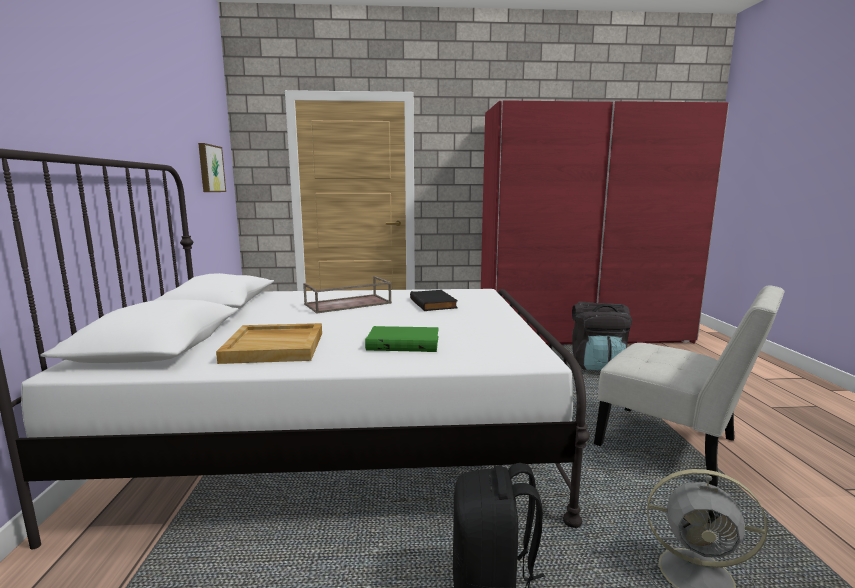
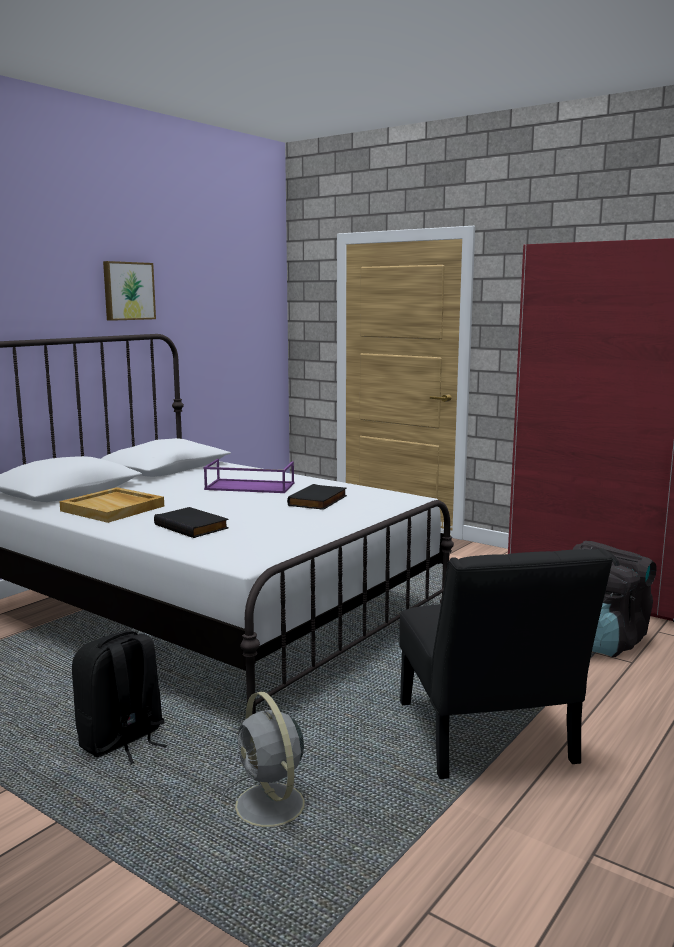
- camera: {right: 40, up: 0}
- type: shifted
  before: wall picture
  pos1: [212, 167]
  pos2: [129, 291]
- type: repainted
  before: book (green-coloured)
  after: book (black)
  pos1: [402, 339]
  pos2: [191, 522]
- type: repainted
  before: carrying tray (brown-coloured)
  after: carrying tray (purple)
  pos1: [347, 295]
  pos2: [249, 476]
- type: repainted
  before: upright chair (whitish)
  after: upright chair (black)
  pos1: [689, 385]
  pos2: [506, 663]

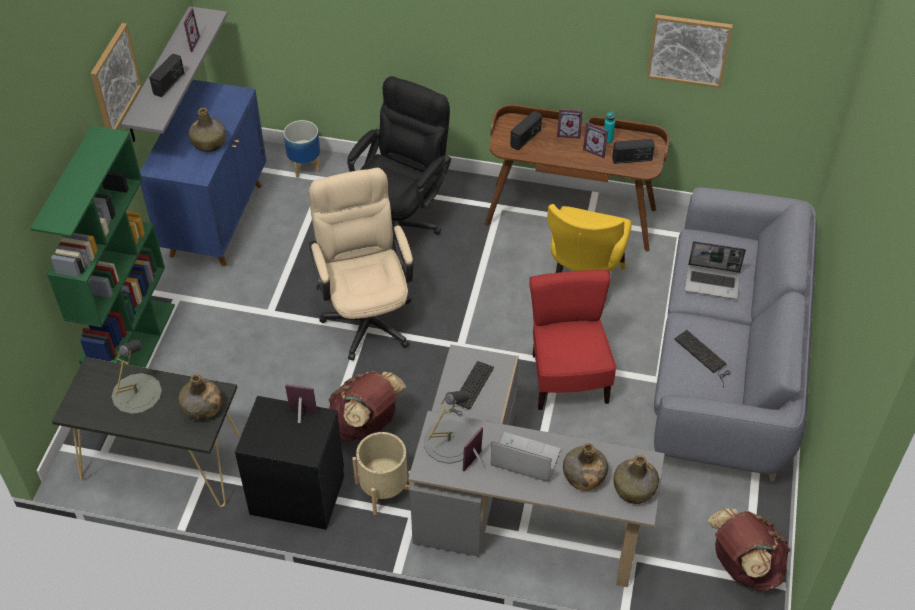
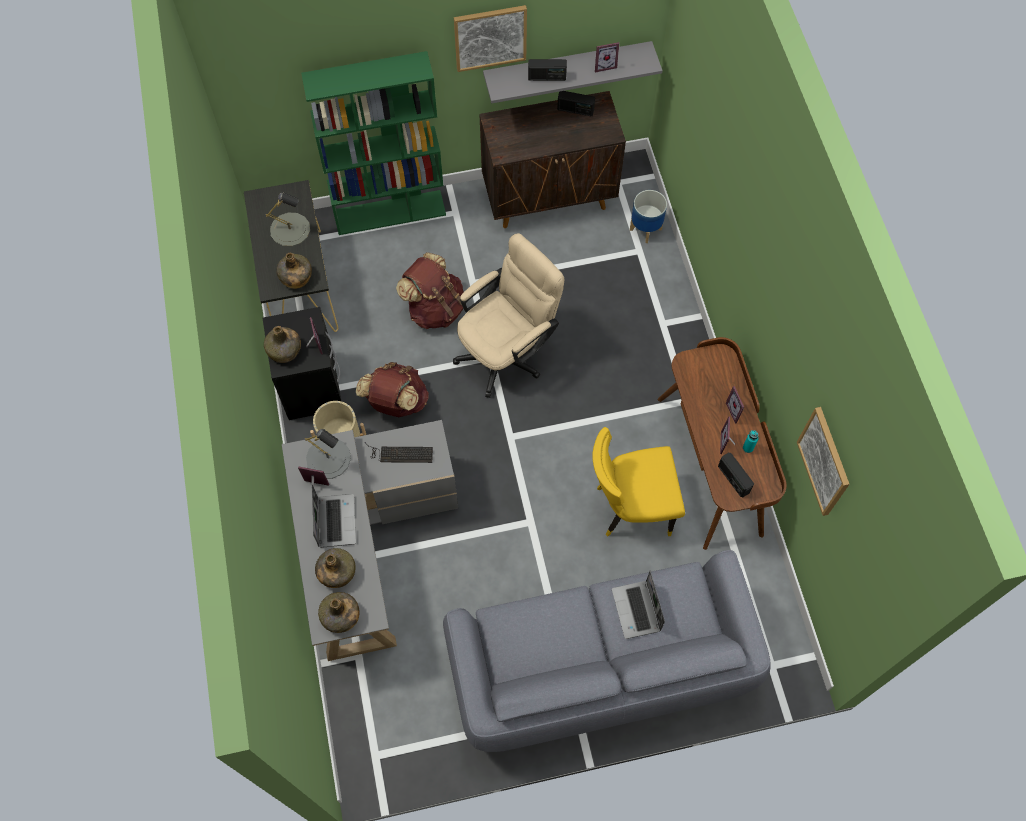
- camera: {right: 65, up: 15}
- type: shifted
  before: beverage bottle (green-coloured)
  pos1: [207, 130]
  pos2: [282, 344]
- type: shifted
  before: rucksack (brown-coloured)
  pos1: [749, 549]
  pos2: [430, 291]
- type: repainted
  before: storage cabinet (blue)
  after: storage cabinet (brown-coloured)
  pos1: [203, 173]
  pos2: [552, 159]
- type: shifted
  before: radio set
  pos1: [526, 130]
  pos2: [576, 103]
- type: gone
  before: office chair (black)
  pos1: [399, 165]
- type: gone
  before: upright chair (red)
  pos1: [572, 340]
- type: gone
  before: keyboard
  pos1: [702, 359]

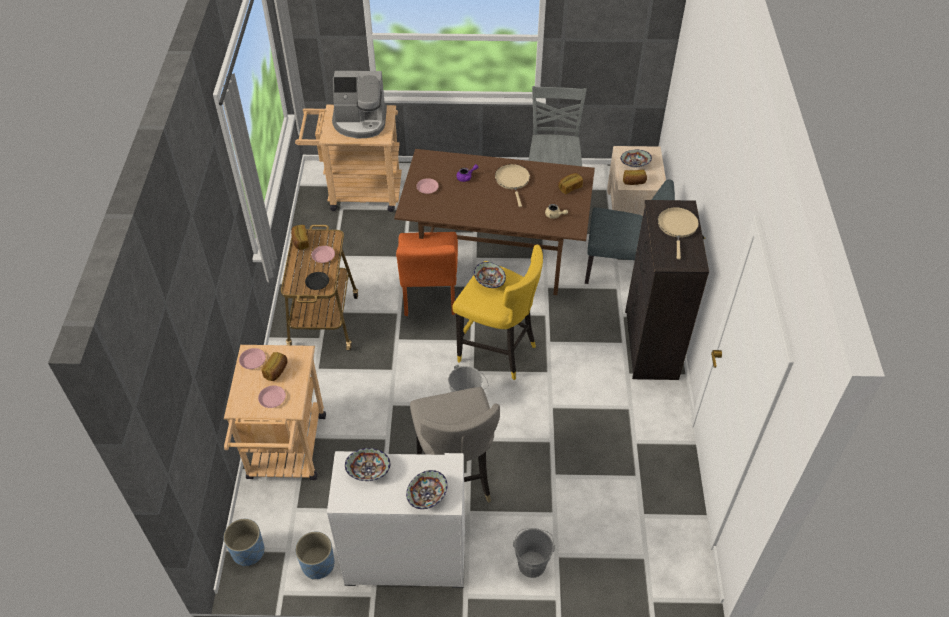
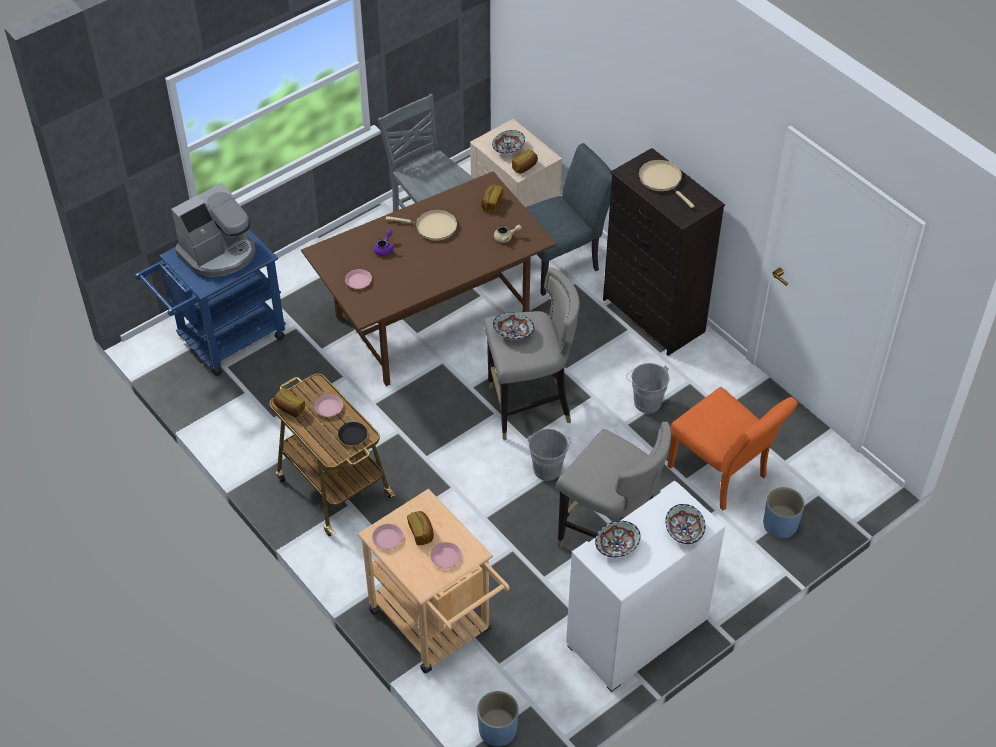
- camera: {right: -40, up: 0}
- type: repainted
  before: wheeled cart (sand-coloured)
  after: wheeled cart (blue)
  pos1: [348, 158]
  pos2: [210, 302]
- type: rotated
  before: frying pan (sand-coloured)
  pos1: [512, 185]
  pos2: [421, 225]
  turn: 150
- type: repainted
  before: stool seat (yellow)
  after: stool seat (gray)
  pos1: [497, 312]
  pos2: [532, 353]
- type: shifted
  before: water bucket (gray)
  pos1: [534, 553]
  pos2: [648, 388]
- type: shifted
  before: upright chair (orange-coloured)
  pos1: [427, 274]
  pos2: [733, 448]
- type: shifted
  before: plant pot (blue)
  pos1: [314, 556]
  pos2: [783, 512]

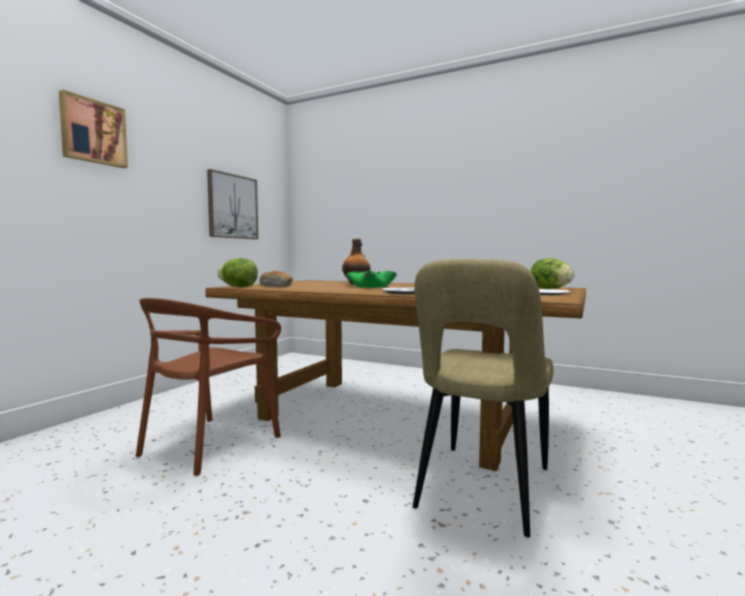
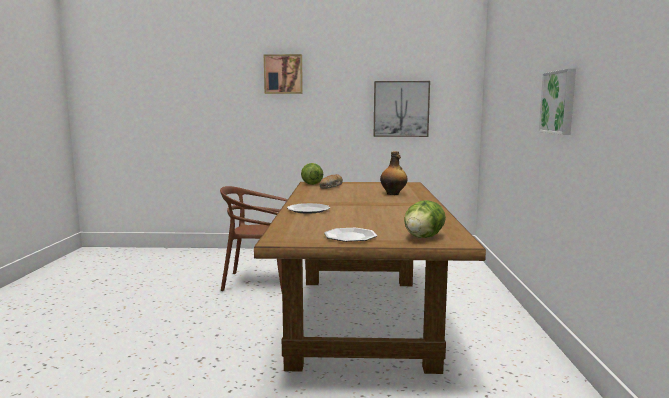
- camera: {right: 65, up: 5}
- type: new
  after: wall picture
  pos2: [557, 102]
- type: gone
  before: bowl (green-coloured)
  pos1: [371, 279]
- type: gone
  before: upright chair (sand-coloured)
  pos1: [483, 398]

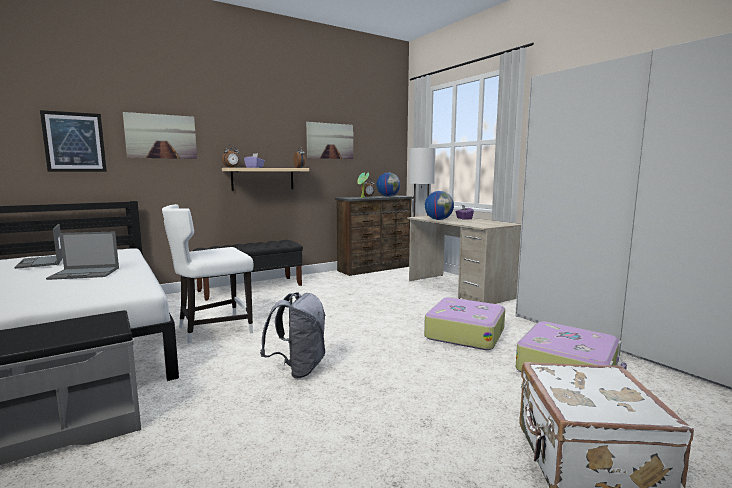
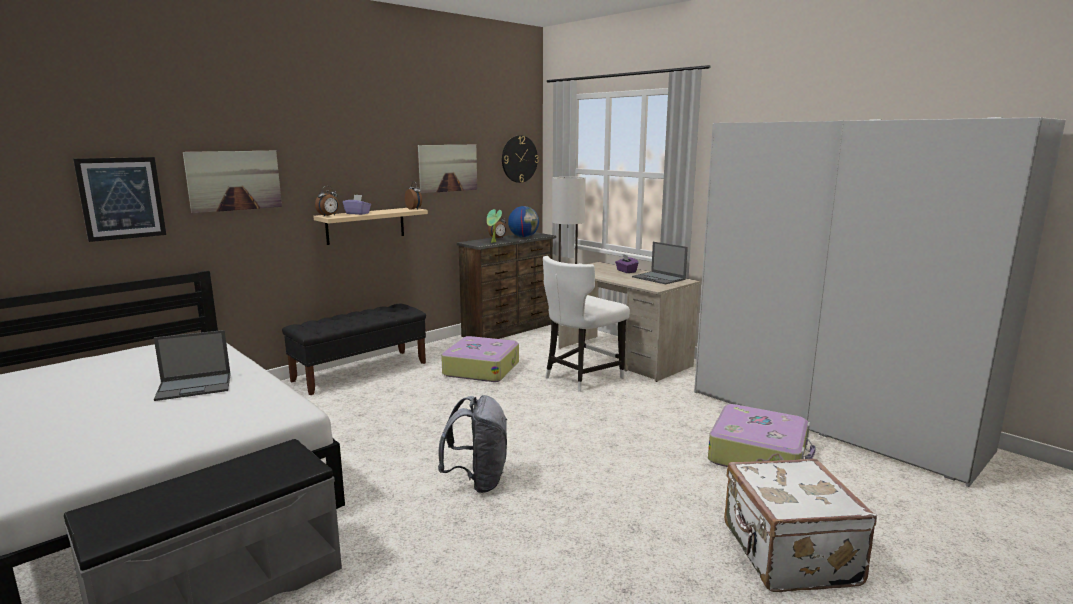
- camera: {right: -10, up: 5}
- type: shifted
  before: piece of luggage
  pos1: [464, 324]
  pos2: [480, 359]
- type: new
  after: hanging clock
  pos2: [520, 159]
- type: shifted
  before: upright chair (whitish)
  pos1: [207, 274]
  pos2: [586, 324]
- type: shifted
  before: notebook computer
  pos1: [39, 246]
  pos2: [660, 263]
- type: gone
  before: desk globe
  pos1: [439, 205]

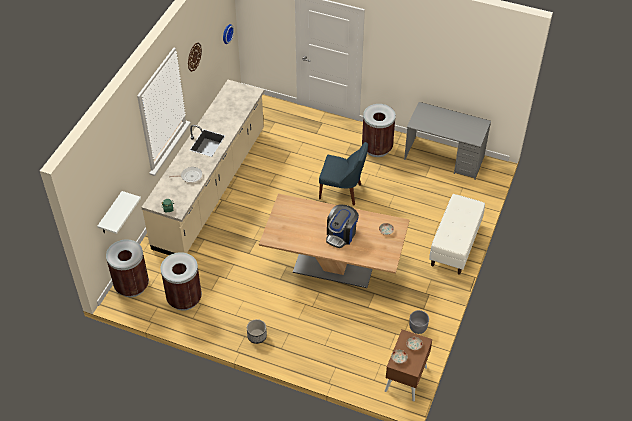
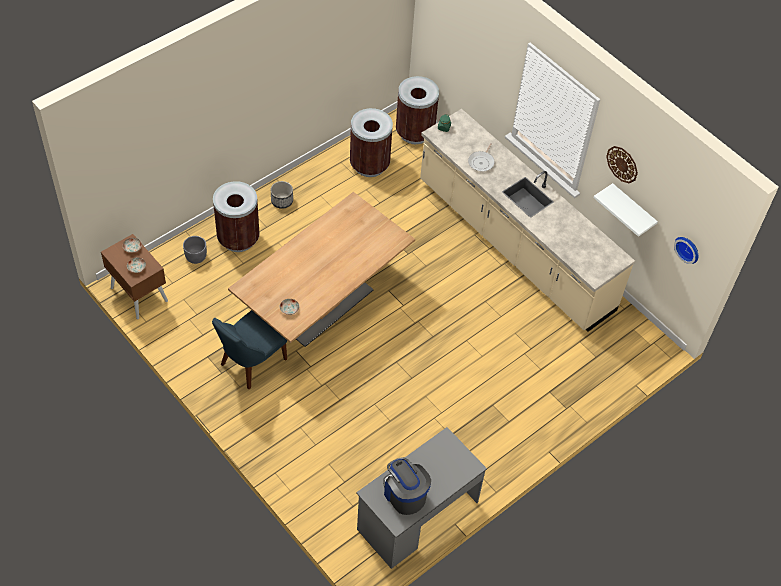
- camera: {right: 115, up: 5}
- type: shifted
  before: plant pot (gray)
  pos1: [419, 322]
  pos2: [195, 250]
- type: shifted
  before: upright chair (blue)
  pos1: [343, 173]
  pos2: [249, 349]
- type: shifted
  before: rubbish bin (brown-coloured)
  pos1: [379, 130]
  pos2: [236, 216]
- type: shifted
  before: coffee machine
  pos1: [342, 226]
  pos2: [407, 486]
- type: shifted
  before: bracket shelf (whitish)
  pos1: [119, 212]
  pos2: [625, 210]
- type: gone
  before: indoor bench (whitish)
  pos1: [457, 234]

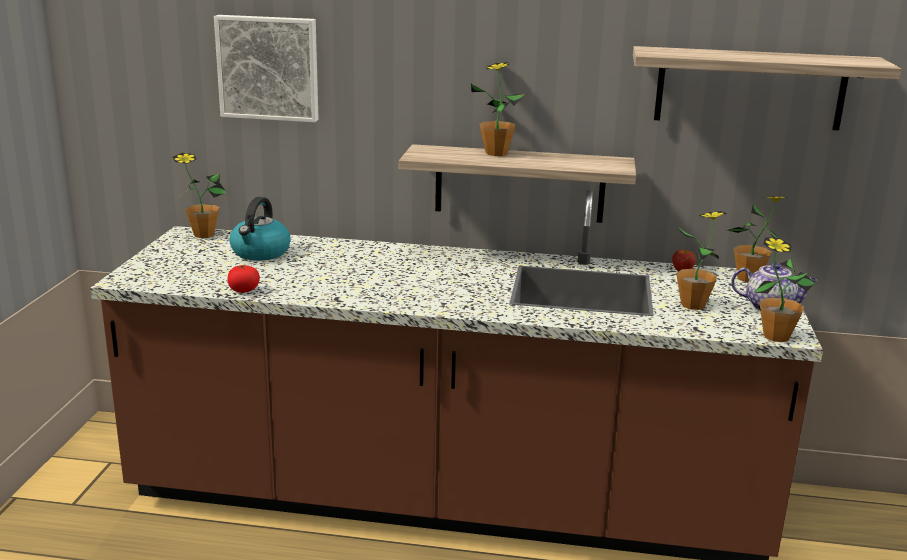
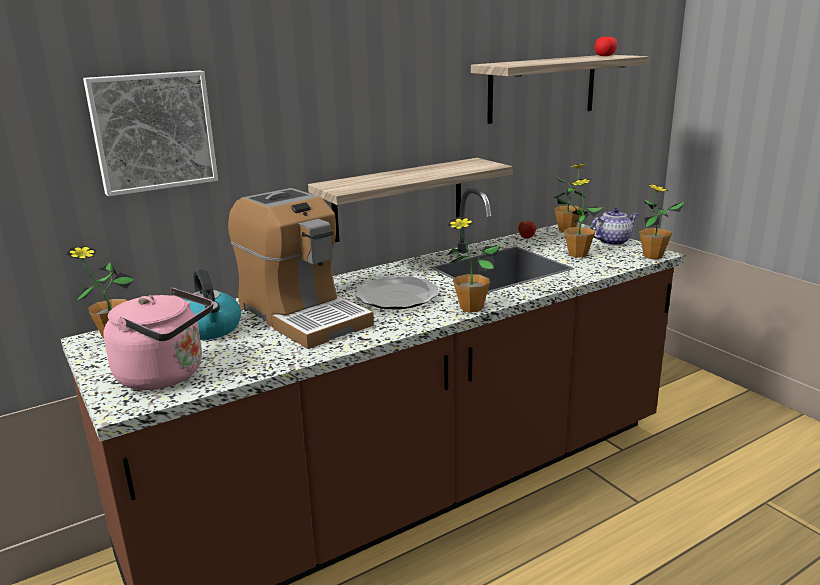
- camera: {right: -40, up: 0}
- type: new
  after: water kettle (pinkish)
  pos2: [158, 339]
- type: new
  after: coffee machine
  pos2: [301, 268]
- type: new
  after: dinner plate
  pos2: [397, 292]
- type: shifted
  before: plant in a pot
  pos1: [497, 109]
  pos2: [474, 265]
- type: shifted
  before: whole tomato
  pos1: [243, 279]
  pos2: [606, 46]

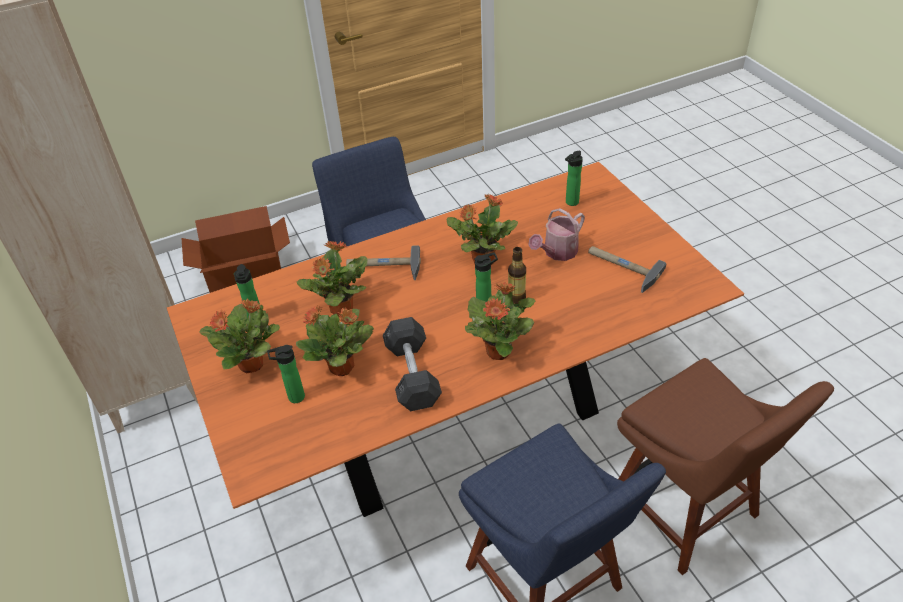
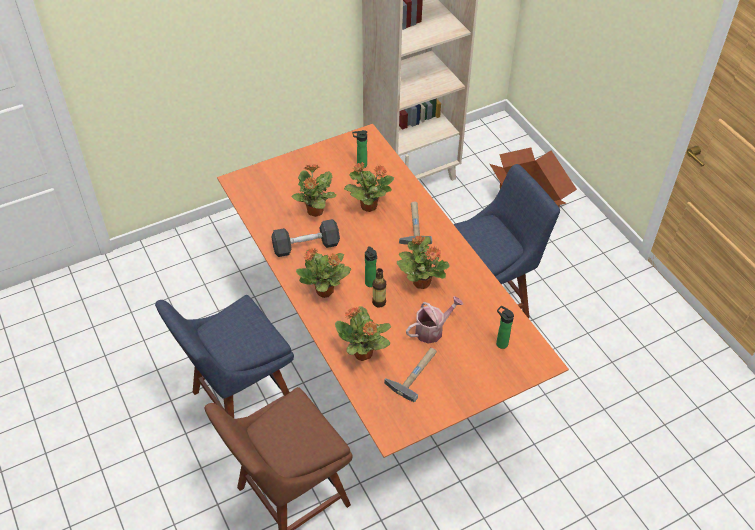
- camera: {right: 85, up: 5}
- type: shifted
  before: plant in a pot
  pos1: [239, 336]
  pos2: [363, 334]
- type: rotated
  before: watering pot
  pos1: [556, 234]
  pos2: [434, 319]
  turn: 105
- type: gone
  before: beverage bottle
  pos1: [286, 374]

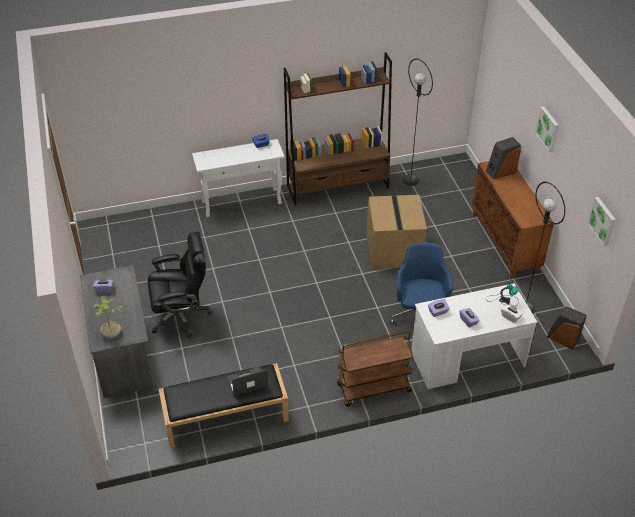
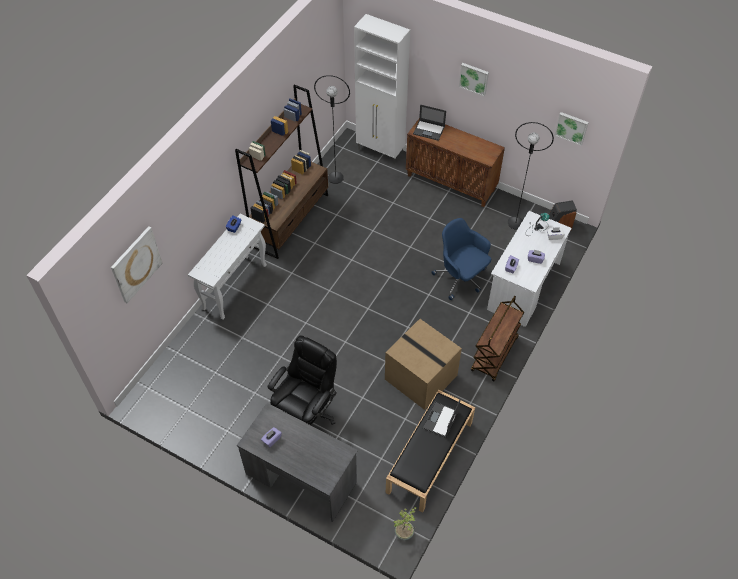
- camera: {right: -45, up: 10}
- type: new
  after: wall picture
  pos2: [137, 264]
- type: new
  after: storage cabinet (whitish)
  pos2: [382, 89]
- type: shifted
  before: carton
  pos1: [397, 232]
  pos2: [423, 364]
- type: shifted
  before: plant in a pot
  pos1: [108, 317]
  pos2: [405, 523]
- type: swapped
  before: loudspeaker
  after: notebook computer
  pos1: [503, 158]
  pos2: [429, 123]

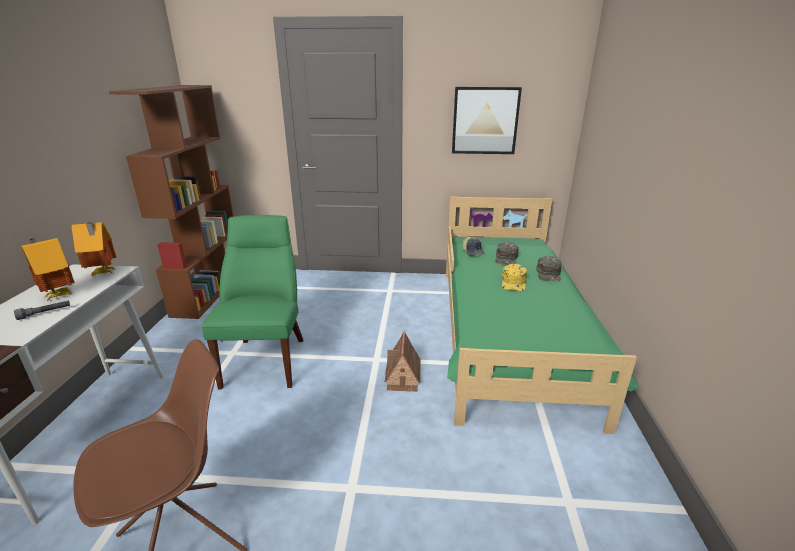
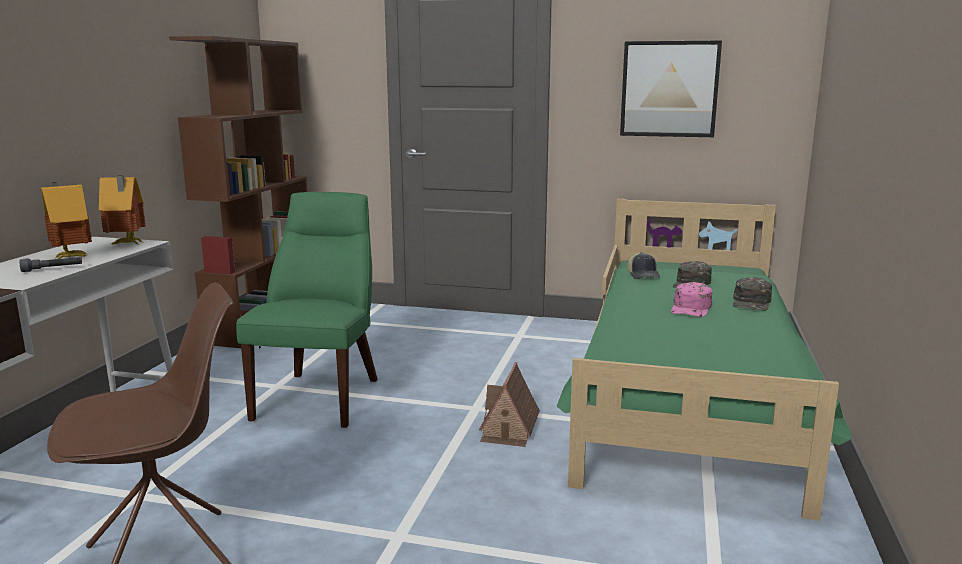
- camera: {right: 10, up: -10}
- type: repainted
  before: cap (yellow)
  after: cap (pinkish)
  pos1: [514, 277]
  pos2: [691, 299]

